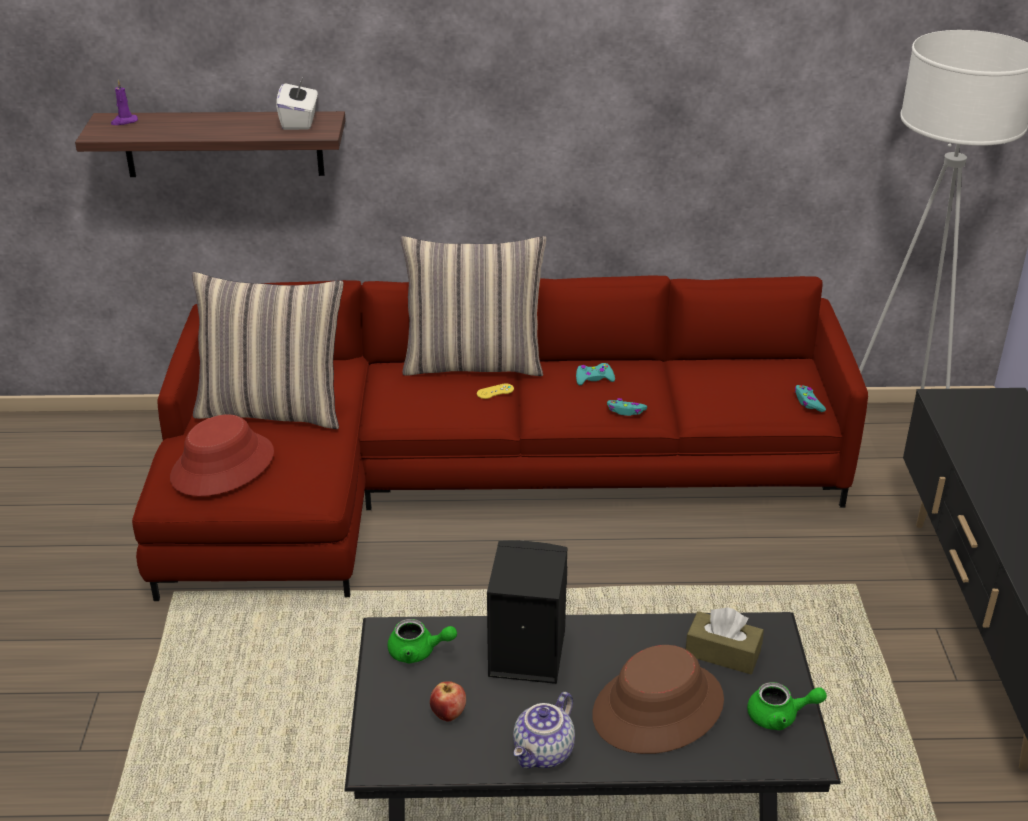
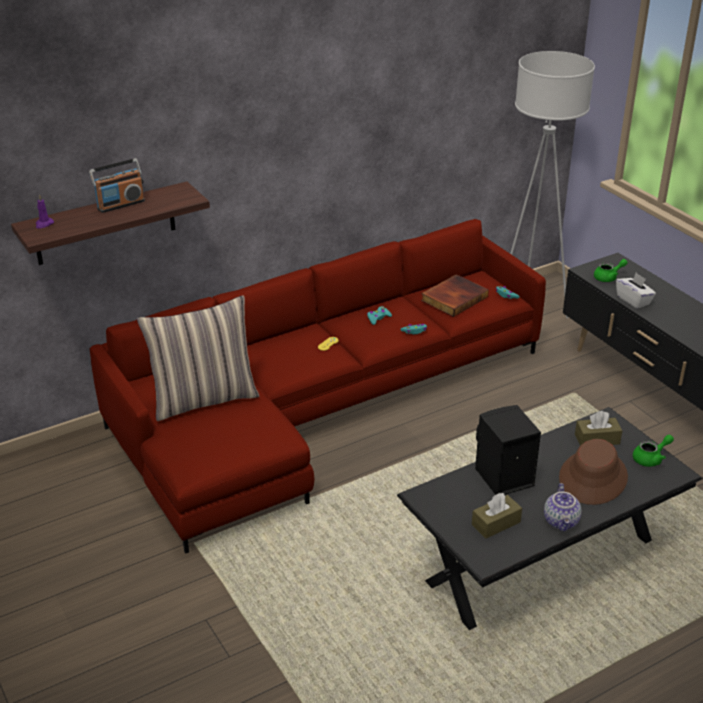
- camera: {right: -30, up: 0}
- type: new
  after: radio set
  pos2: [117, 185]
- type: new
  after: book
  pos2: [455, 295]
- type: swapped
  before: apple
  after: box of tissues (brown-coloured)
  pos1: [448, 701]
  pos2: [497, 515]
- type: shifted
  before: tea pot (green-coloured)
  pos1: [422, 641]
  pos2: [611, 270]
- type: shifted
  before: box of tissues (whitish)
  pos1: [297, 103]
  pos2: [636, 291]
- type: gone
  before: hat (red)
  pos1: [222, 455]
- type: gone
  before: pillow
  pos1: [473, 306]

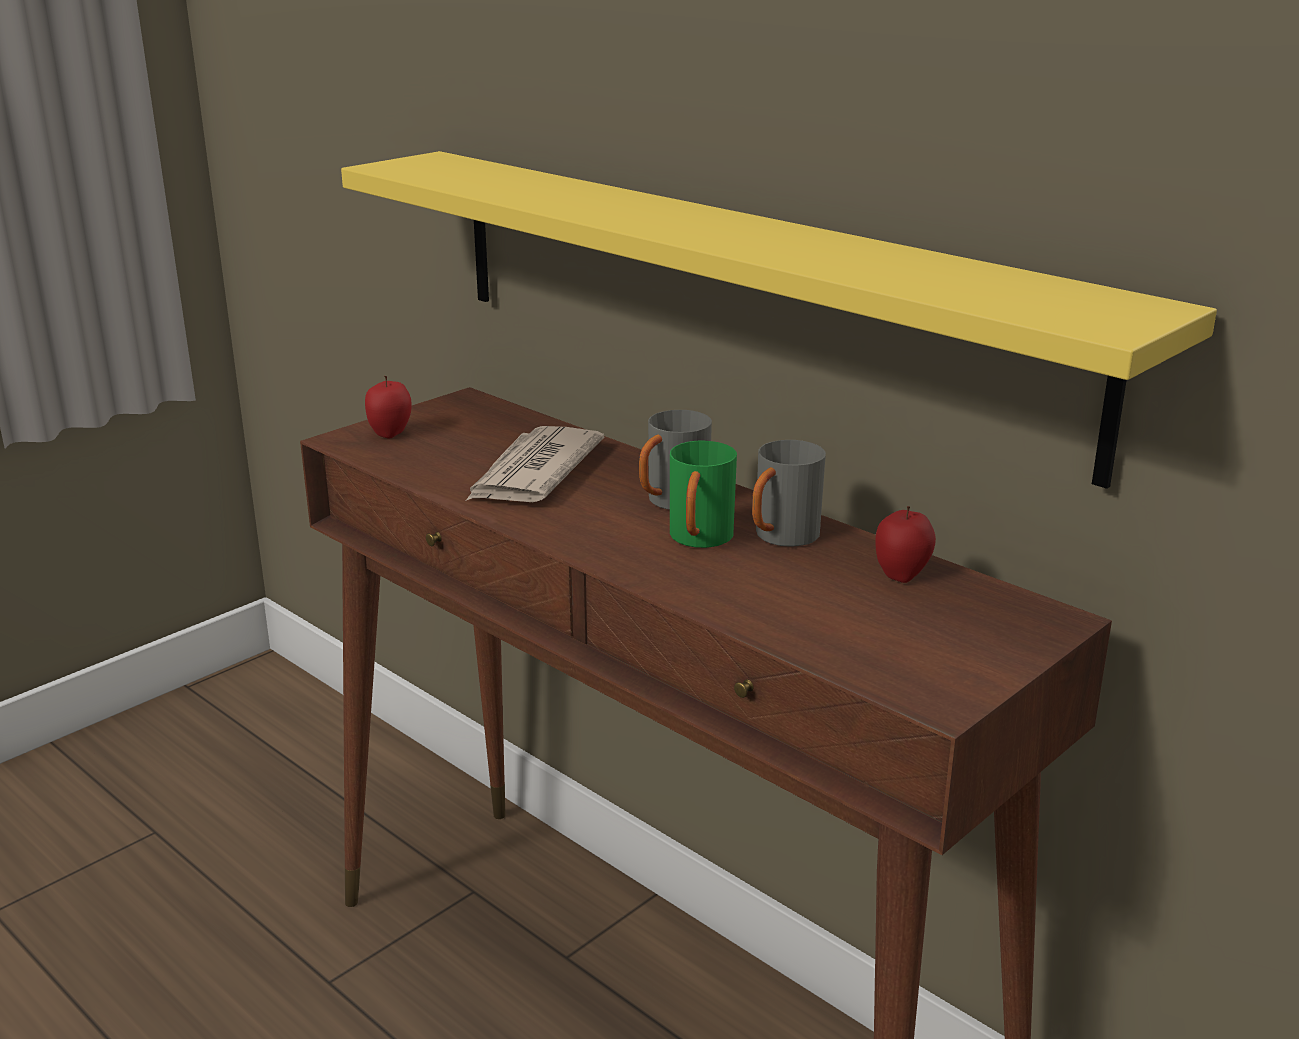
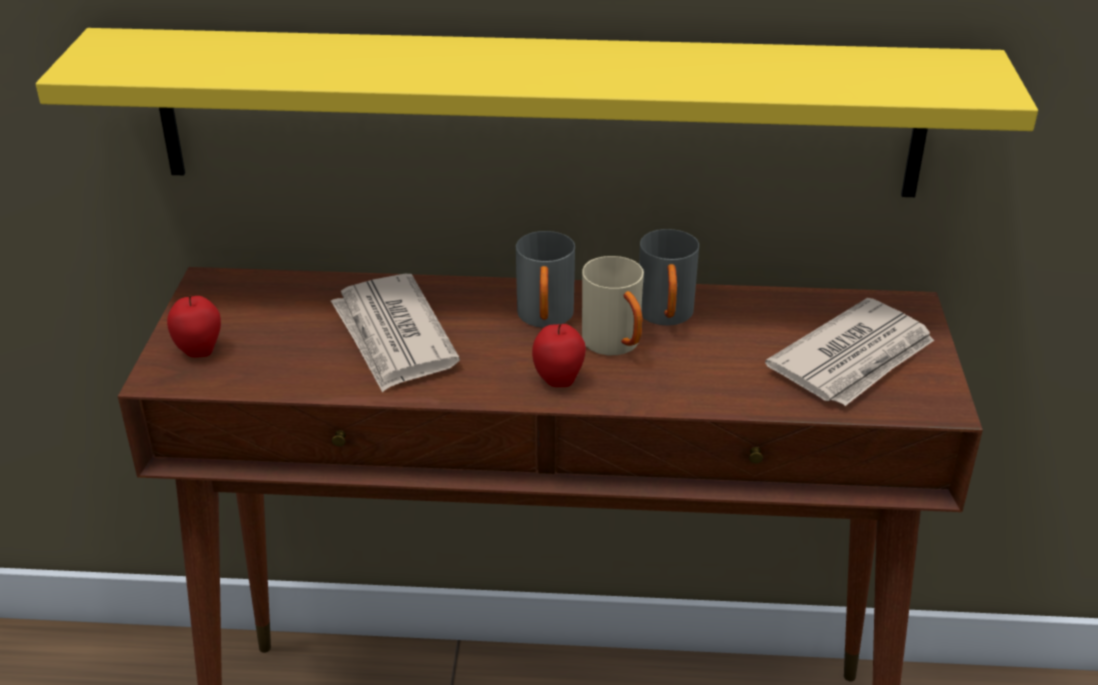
- camera: {right: -40, up: 10}
- type: shifted
  before: apple
  pos1: [905, 544]
  pos2: [559, 355]
- type: repainted
  before: coffee mug (green-coloured)
  after: coffee mug (sand-coloured)
  pos1: [703, 494]
  pos2: [613, 305]
- type: new
  after: newspaper
  pos2: [849, 352]

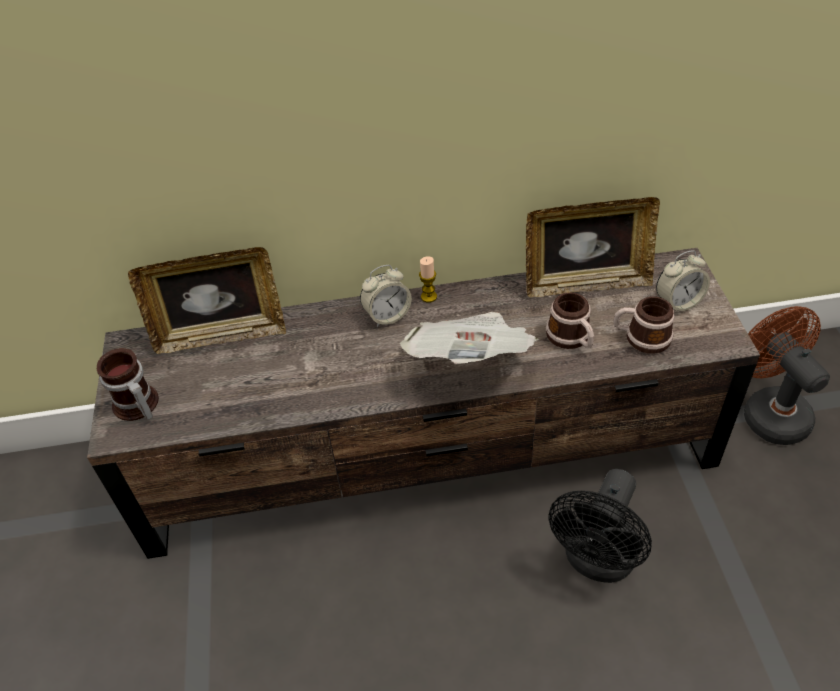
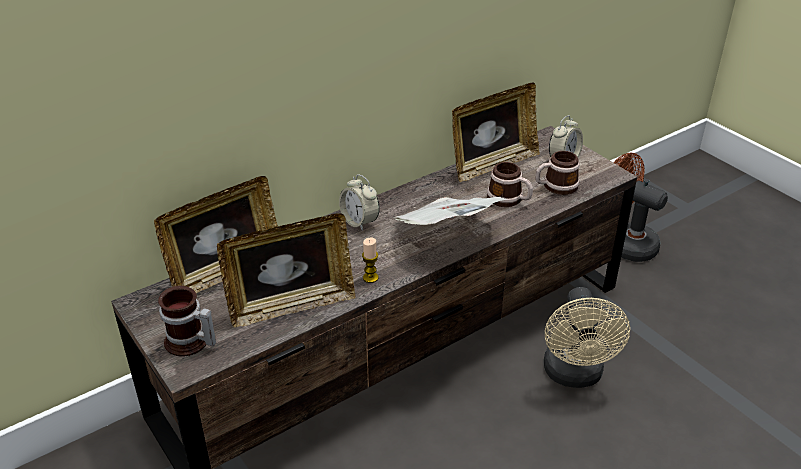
- camera: {right: -30, up: -10}
- type: new
  after: picture frame
  pos2: [286, 270]
- type: rotated
  before: alarm clock
  pos1: [386, 296]
  pos2: [359, 202]
  turn: 105
- type: shifted
  before: wax candle
  pos1: [428, 279]
  pos2: [370, 260]
- type: repainted
  before: electric fan (black)
  after: electric fan (sand-coloured)
  pos1: [600, 526]
  pos2: [587, 337]

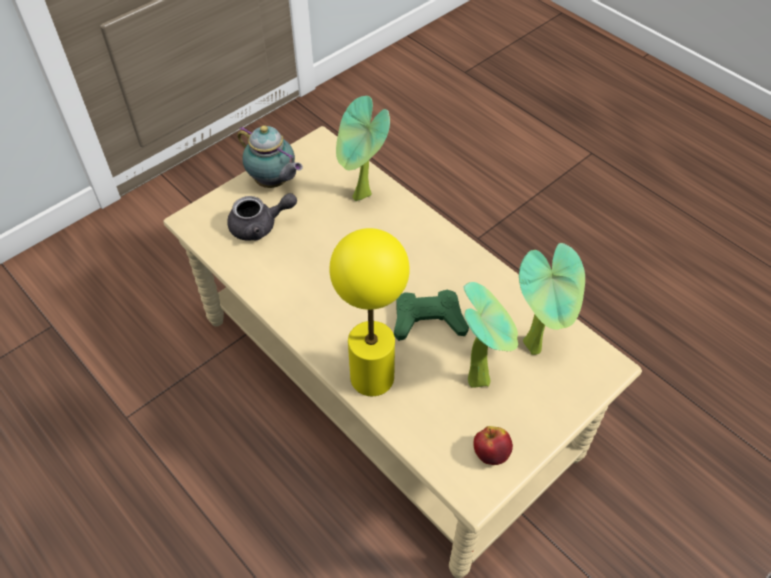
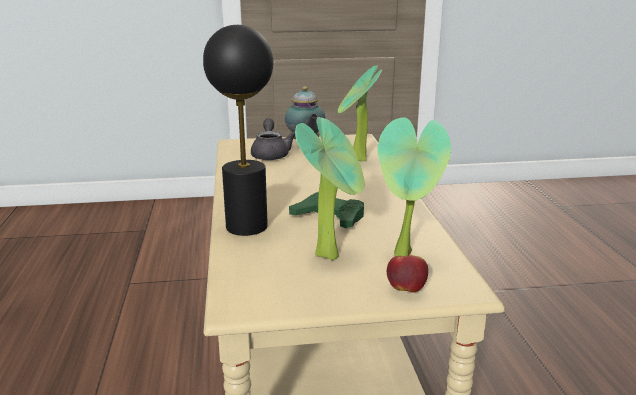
- camera: {right: 35, up: -30}
- type: repainted
  before: lamp for a table (yellow)
  after: lamp for a table (black)
  pos1: [369, 312]
  pos2: [238, 130]
- type: rotated
  before: tea pot (gray)
  pos1: [262, 217]
  pos2: [273, 139]
  turn: -120
- type: shifted
  before: apple
  pos1: [493, 445]
  pos2: [407, 271]

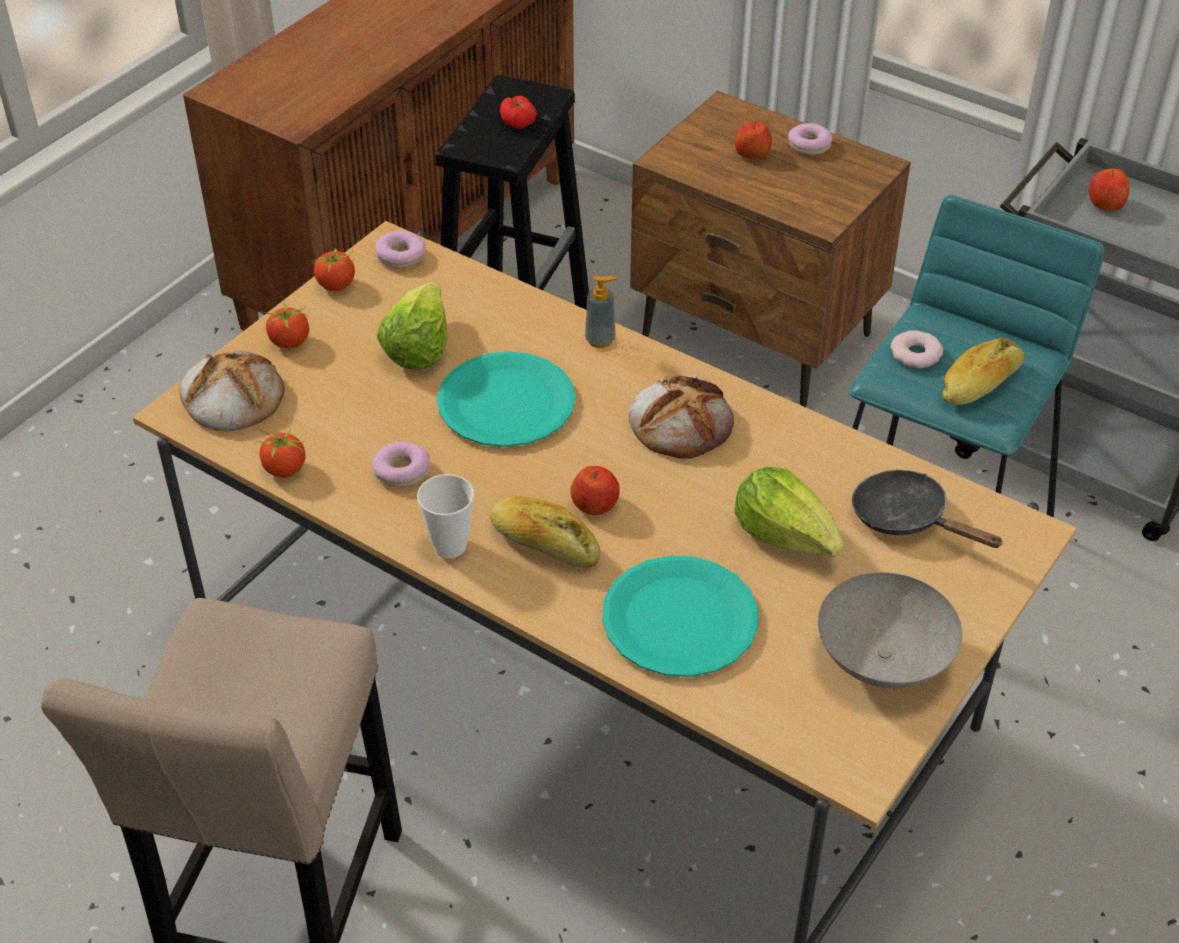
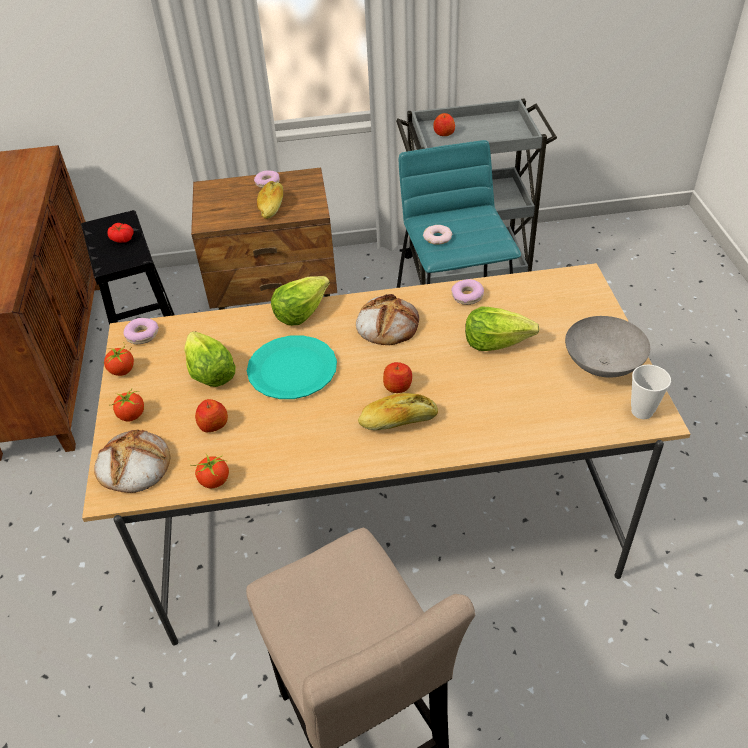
- camera: {right: -40, up: 0}
- type: shifted
  before: apple
  pos1: [753, 140]
  pos2: [211, 415]
- type: shifted
  before: bread
  pos1: [983, 371]
  pos2: [270, 200]
- type: swapped
  before: soap dispenser
  after: head of lettuce
  pos1: [601, 312]
  pos2: [300, 301]
- type: shifted
  before: doughnut
  pos1: [401, 465]
  pos2: [467, 292]
- type: shifted
  before: drinking cup
  pos1: [446, 516]
  pos2: [651, 391]
- type: gone
  before: dinner plate (turquoise)
  pos1: [680, 616]
- type: gone
  before: frying pan (black)
  pos1: [927, 509]

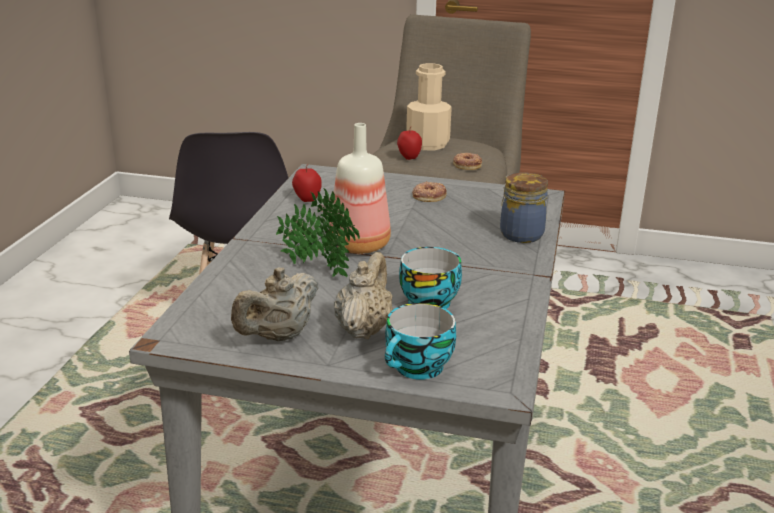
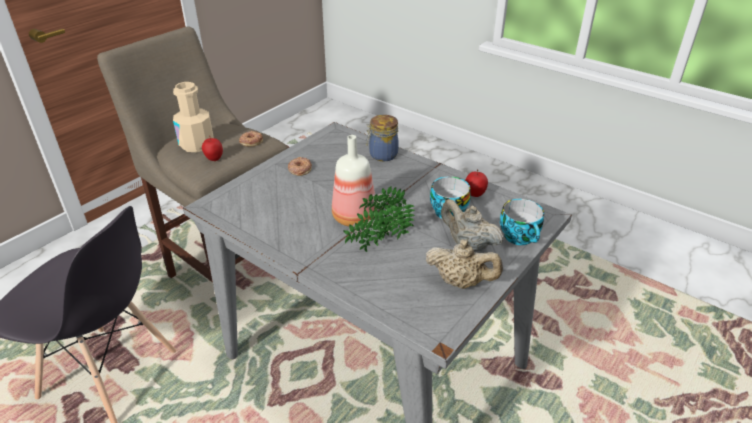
- camera: {right: -65, up: 10}
- type: rotated
  before: tea pot (sand-coloured)
  pos1: [275, 304]
  pos2: [464, 264]
  turn: -45
- type: shifted
  before: apple
  pos1: [307, 183]
  pos2: [476, 183]

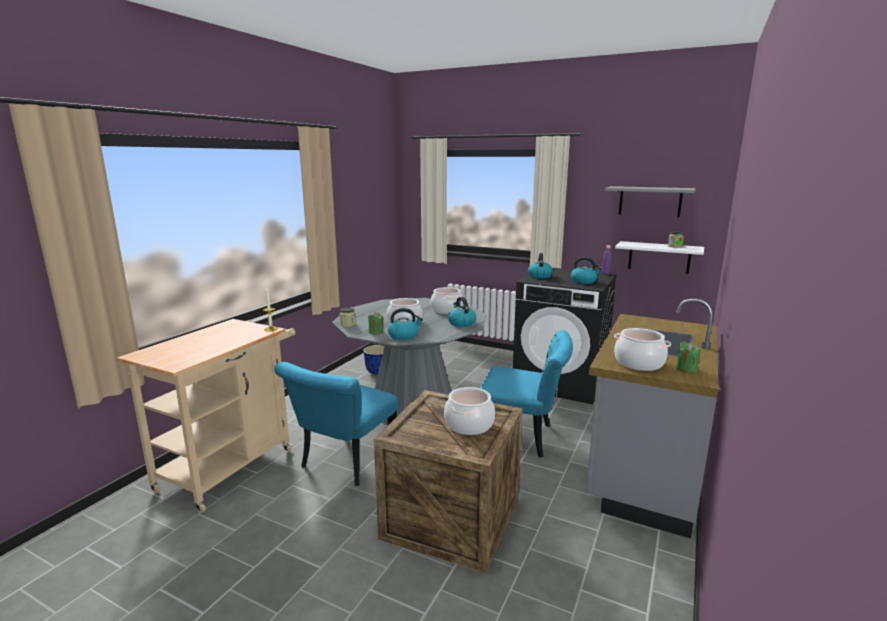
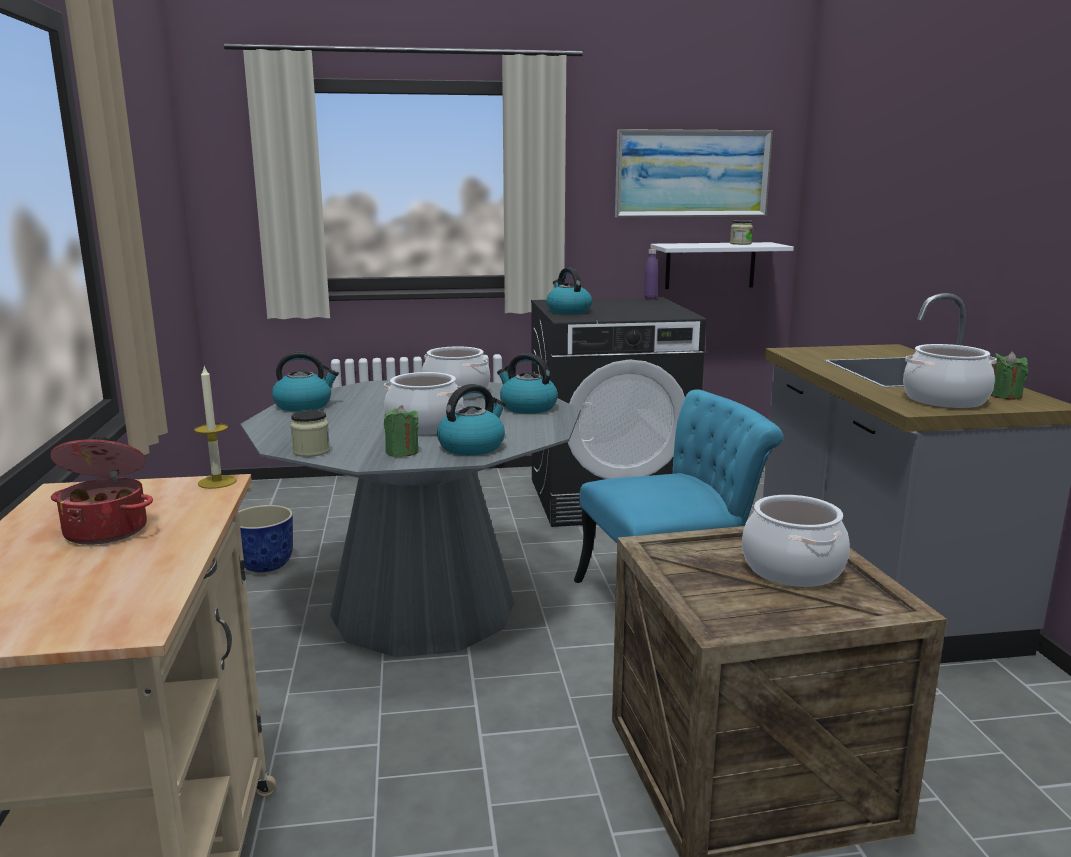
- camera: {right: -35, up: 0}
- type: new
  after: cooking pot
  pos2: [101, 491]
- type: shifted
  before: water kettle
  pos1: [586, 270]
  pos2: [305, 382]
- type: swapped
  before: bracket shelf (gray)
  after: wall picture
  pos1: [650, 201]
  pos2: [694, 173]
- type: gone
  before: upright chair (turquoise)
  pos1: [336, 424]

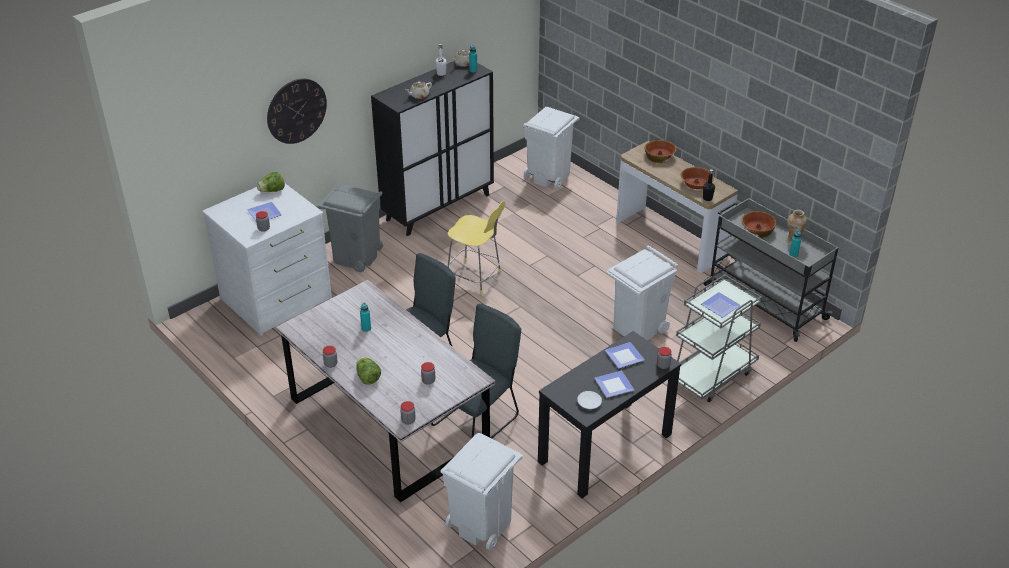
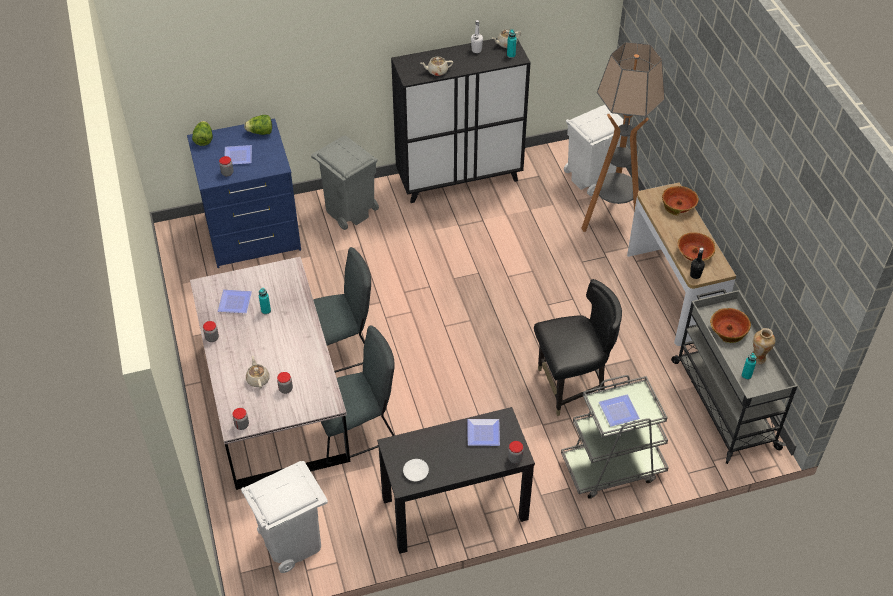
- camera: {right: 25, up: 10}
- type: repainted
  before: dresser (whitish)
  after: dresser (blue)
  pos1: [267, 259]
  pos2: [244, 193]
- type: shifted
  before: head of lettuce
  pos1: [368, 371]
  pos2: [202, 133]
- type: shifted
  before: dinner plate
  pos1: [614, 384]
  pos2: [235, 301]
- type: new
  after: tea pot (sand-coloured)
  pos2: [258, 372]
- type: swapped
  before: rubbish bin (whitish)
  after: upright chair (black)
  pos1: [642, 292]
  pos2: [578, 347]
- type: new
  after: standard lamp
  pos2: [623, 137]
- type: gone
  before: hanging clock
  pos1: [297, 111]
- type: gone
  before: stool seat (yellow)
  pos1: [476, 248]

